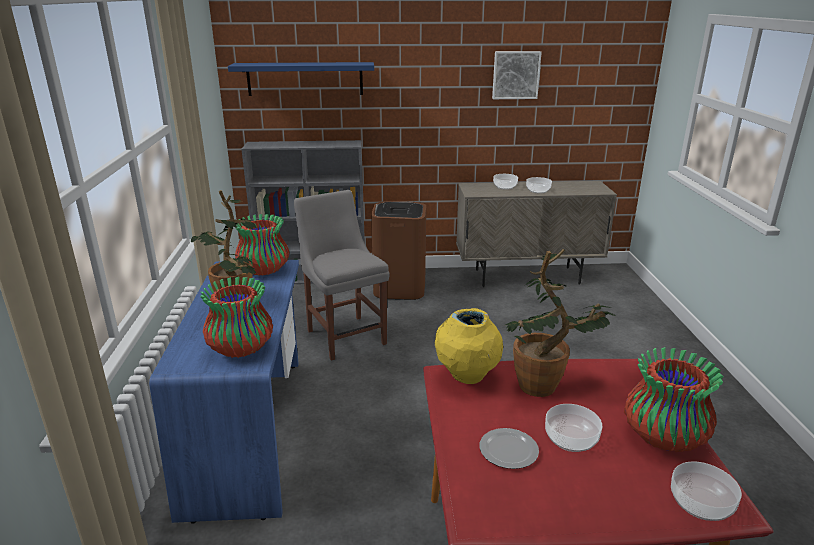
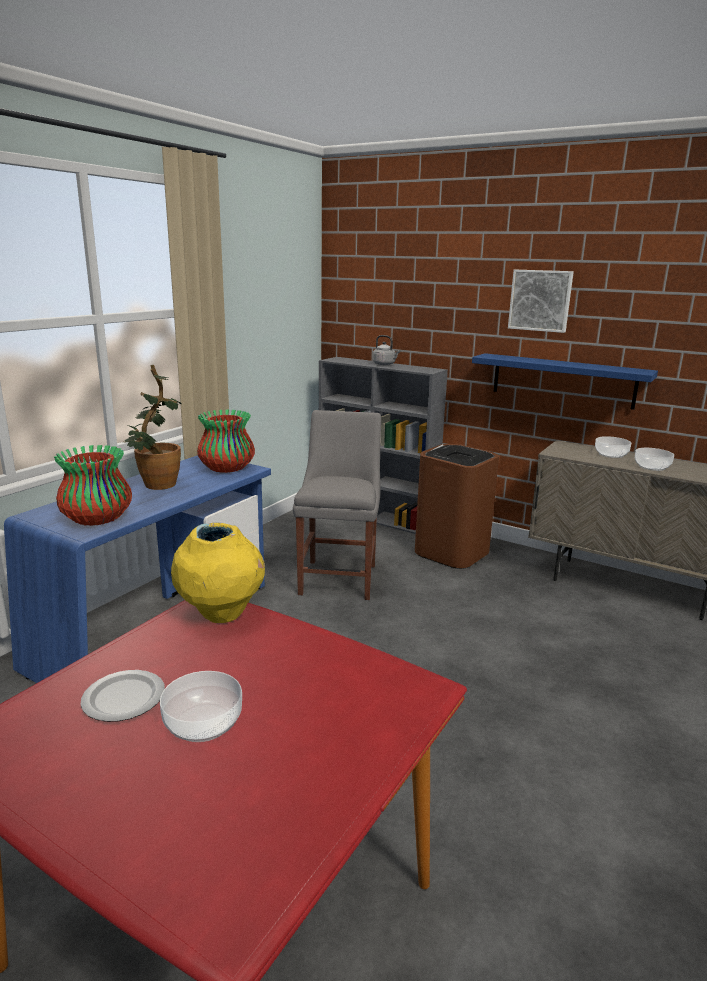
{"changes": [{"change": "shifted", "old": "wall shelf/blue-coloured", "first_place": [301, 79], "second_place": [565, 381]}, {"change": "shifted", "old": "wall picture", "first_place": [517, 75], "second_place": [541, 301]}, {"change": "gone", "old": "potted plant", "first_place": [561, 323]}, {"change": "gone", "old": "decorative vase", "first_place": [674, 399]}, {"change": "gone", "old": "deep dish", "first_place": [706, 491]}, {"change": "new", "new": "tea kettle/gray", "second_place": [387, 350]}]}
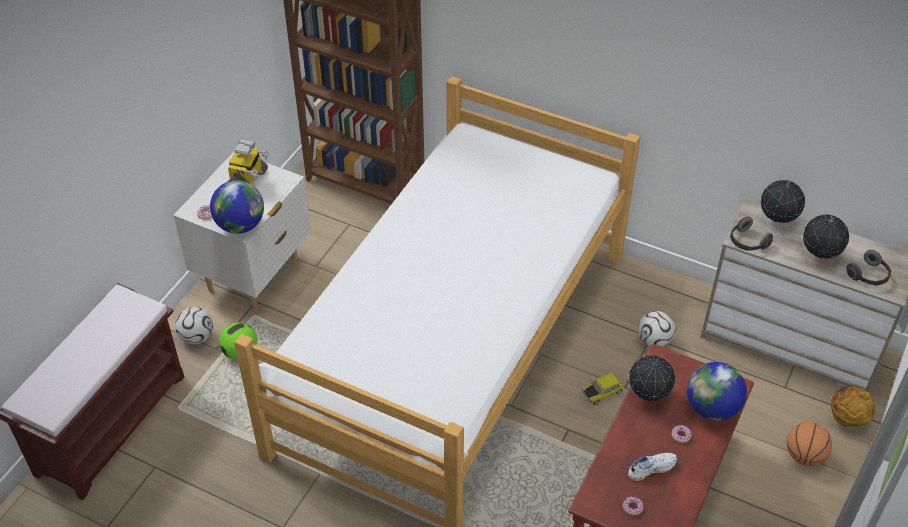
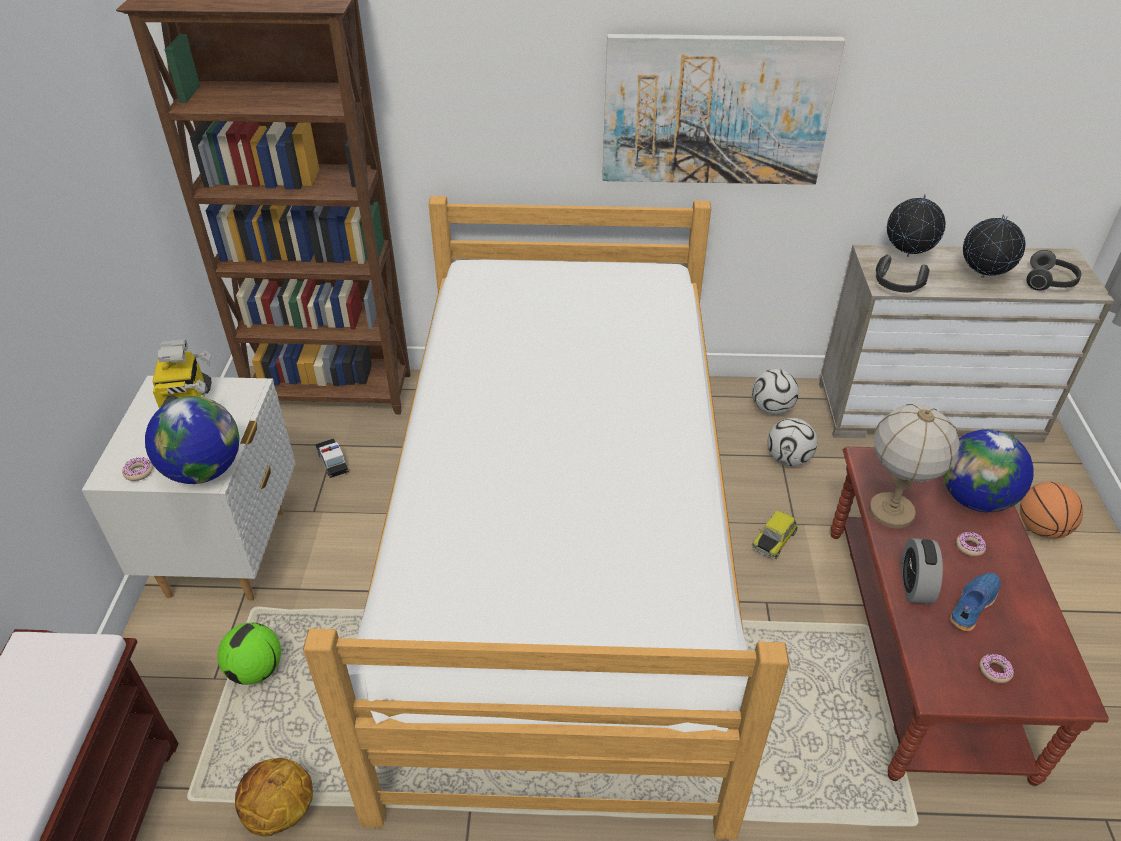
{"changes": [{"change": "shifted", "old": "football", "first_place": [194, 325], "second_place": [775, 392]}, {"change": "repainted", "old": "low shoe/whitish", "new": "low shoe/blue-coloured", "first_place": [652, 467], "second_place": [975, 602]}, {"change": "swapped", "old": "globe", "new": "tabletop lamp", "first_place": [652, 378], "second_place": [914, 466]}, {"change": "shifted", "old": "ball for basketball", "first_place": [853, 406], "second_place": [274, 797]}, {"change": "new", "new": "toy car", "second_place": [332, 458]}, {"change": "new", "new": "wall picture", "second_place": [723, 109]}, {"change": "new", "new": "alarm clock", "second_place": [922, 571]}]}
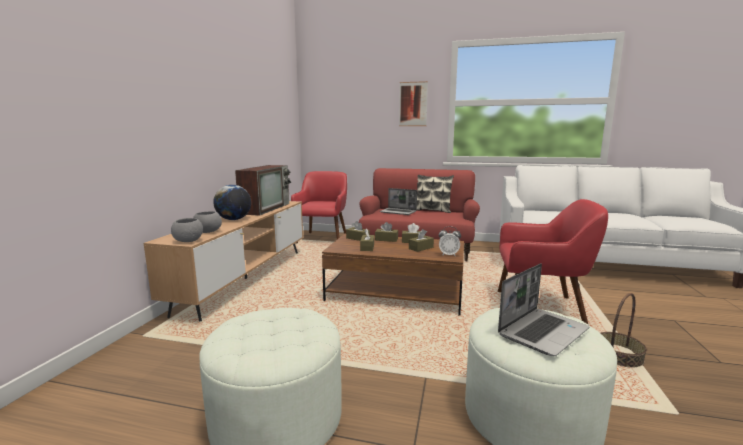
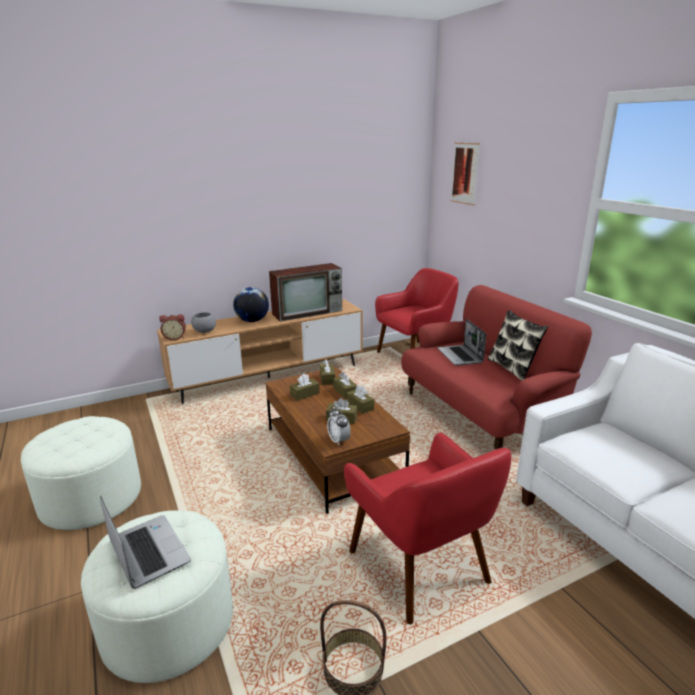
{"changes": [{"change": "swapped", "old": "deep dish/gray", "new": "alarm clock", "first_place": [187, 230], "second_place": [172, 327]}, {"change": "shifted", "old": "wall picture", "first_place": [413, 103], "second_place": [465, 174]}, {"change": "rotated", "old": "notebook computer", "first_place": [543, 309], "second_place": [145, 542], "degrees": -135}]}
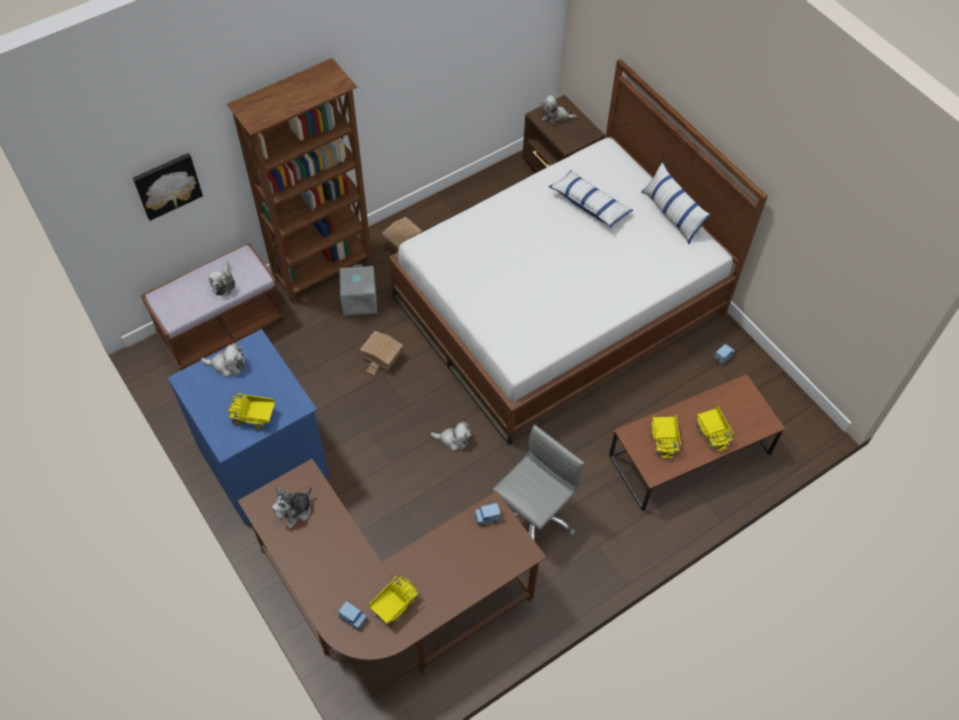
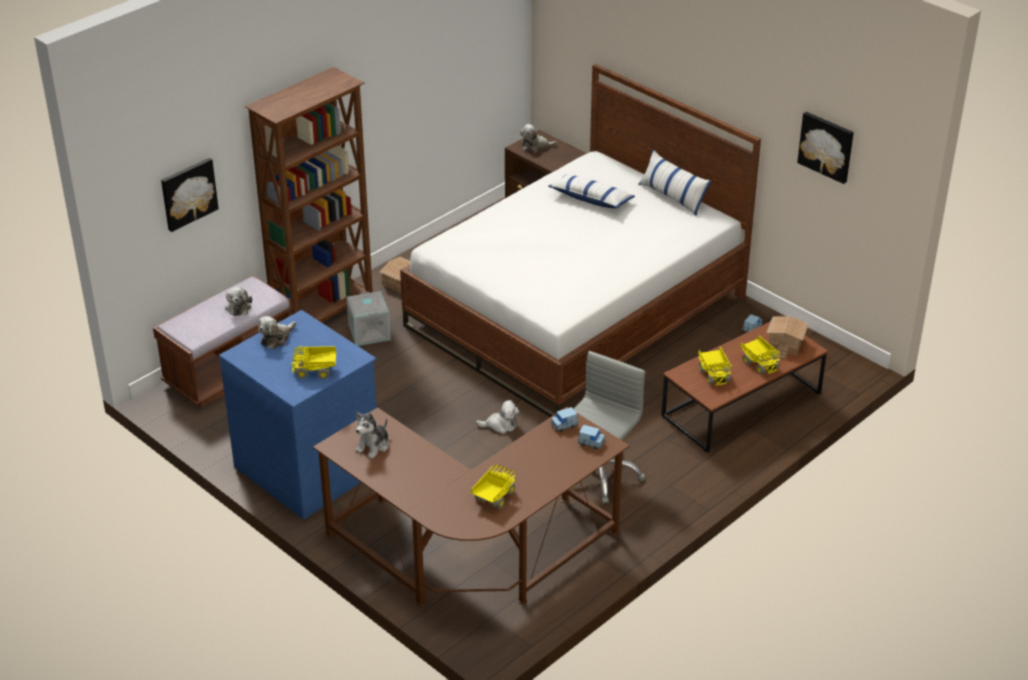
{"changes": [{"change": "rotated", "old": "soft toy", "first_place": [223, 360], "second_place": [277, 332], "degrees": 135}, {"change": "shifted", "old": "toy car/blue-coloured", "first_place": [353, 615], "second_place": [591, 437]}, {"change": "shifted", "old": "miniature house", "first_place": [381, 353], "second_place": [787, 337]}, {"change": "new", "new": "wall picture", "second_place": [825, 148]}]}
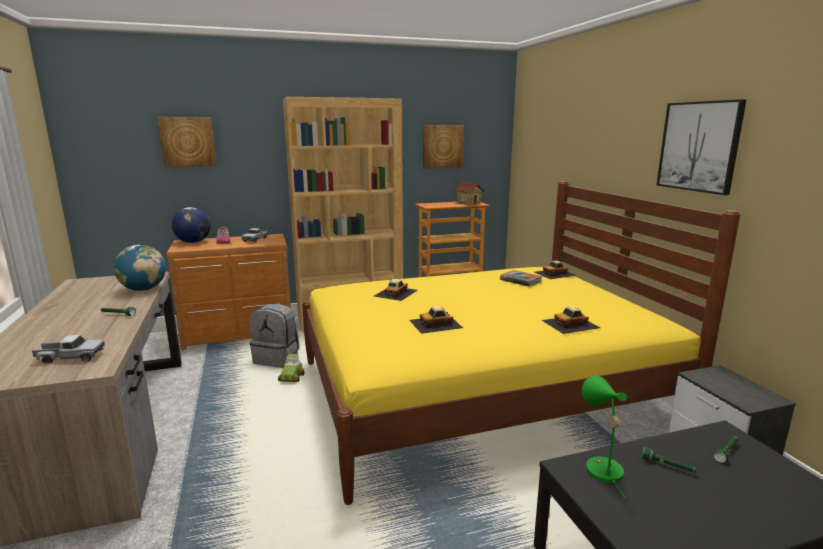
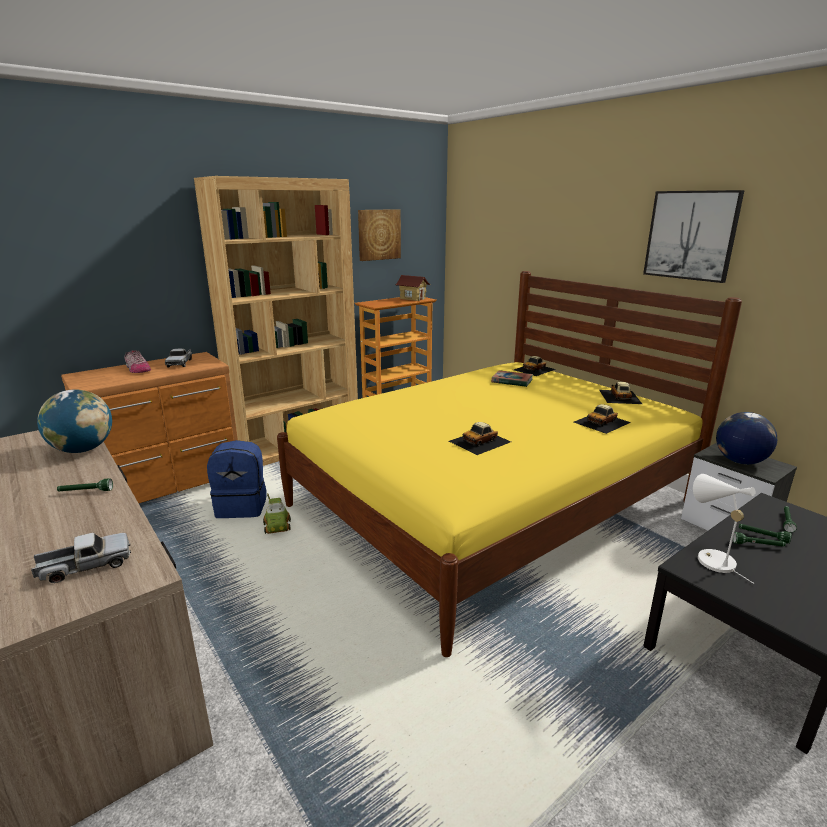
{"changes": [{"change": "gone", "old": "wall picture", "first_place": [187, 142]}, {"change": "shifted", "old": "globe", "first_place": [191, 225], "second_place": [746, 438]}, {"change": "repainted", "old": "knapsack/gray", "new": "knapsack/blue-coloured", "first_place": [274, 335], "second_place": [237, 479]}, {"change": "shifted", "old": "toy car", "first_place": [396, 290], "second_place": [620, 393]}, {"change": "repainted", "old": "tabletop lamp/green-coloured", "new": "tabletop lamp/whitish", "first_place": [604, 437], "second_place": [724, 529]}, {"change": "new", "new": "torch/green-coloured", "second_place": [765, 534]}]}
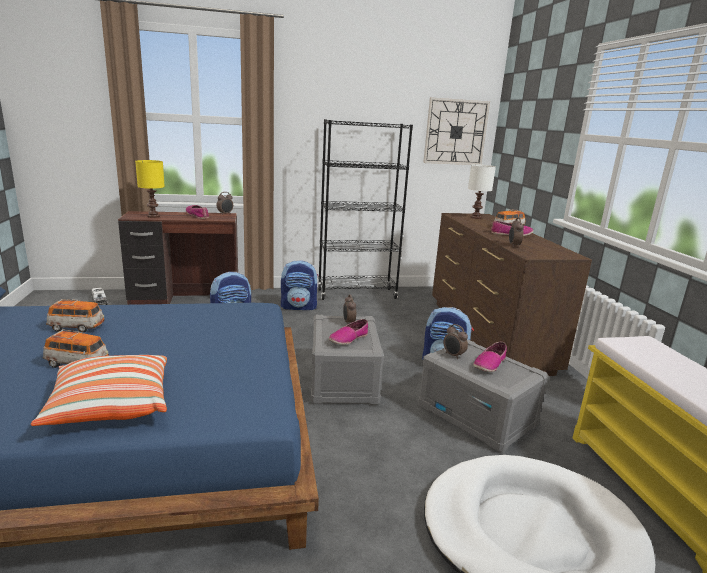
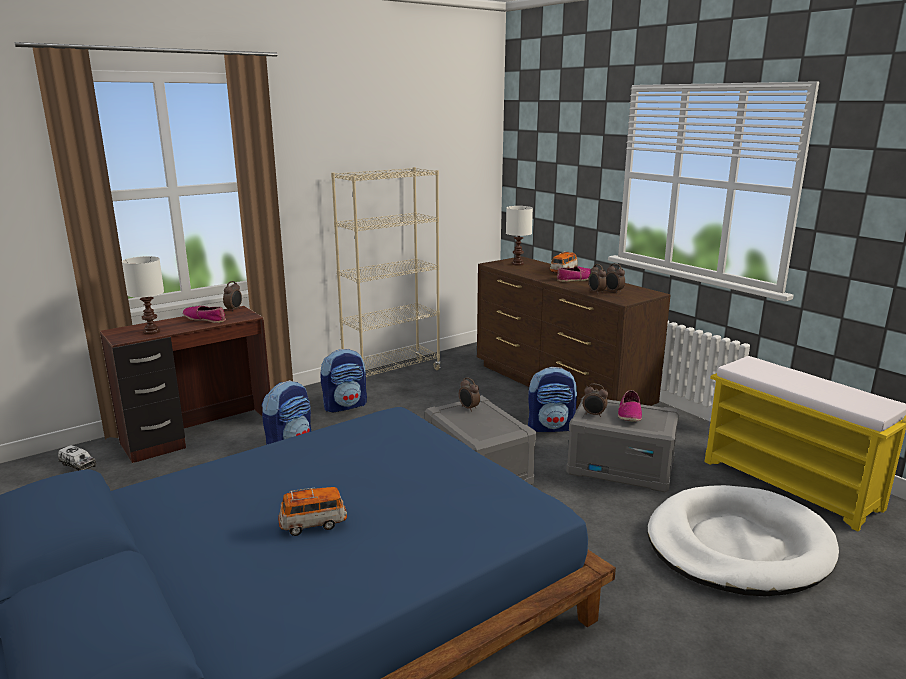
{"changes": [{"change": "gone", "old": "cushion", "first_place": [99, 390]}, {"change": "gone", "old": "toy car", "first_place": [75, 315]}, {"change": "repainted", "old": "tabletop lamp/yellowish", "new": "tabletop lamp/whitish", "first_place": [150, 189], "second_place": [143, 295]}, {"change": "repainted", "old": "bookcase/black-coloured", "new": "bookcase/beige", "first_place": [365, 209], "second_place": [386, 272]}, {"change": "gone", "old": "low shoe", "first_place": [348, 332]}, {"change": "gone", "old": "wall clock", "first_place": [456, 131]}, {"change": "new", "new": "alarm clock", "second_place": [615, 278]}]}
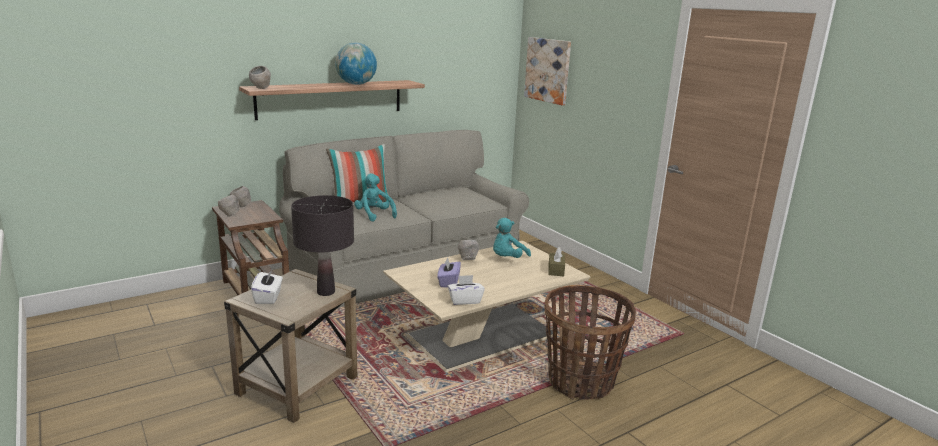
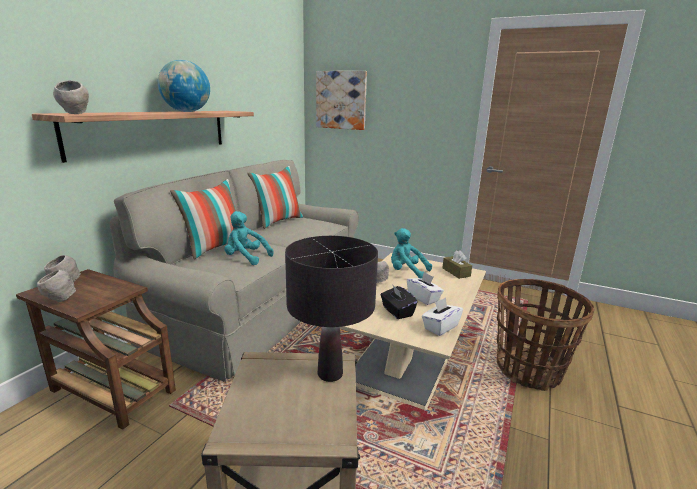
{"changes": [{"change": "shifted", "old": "tissue box/whitish", "first_place": [267, 287], "second_place": [425, 288]}, {"change": "repainted", "old": "tissue box/purple", "new": "tissue box/black-coloured", "first_place": [449, 272], "second_place": [399, 301]}, {"change": "rotated", "old": "soft toy/turquoise", "first_place": [512, 238], "second_place": [411, 253], "degrees": 105}, {"change": "new", "new": "cushion", "second_place": [275, 197]}]}
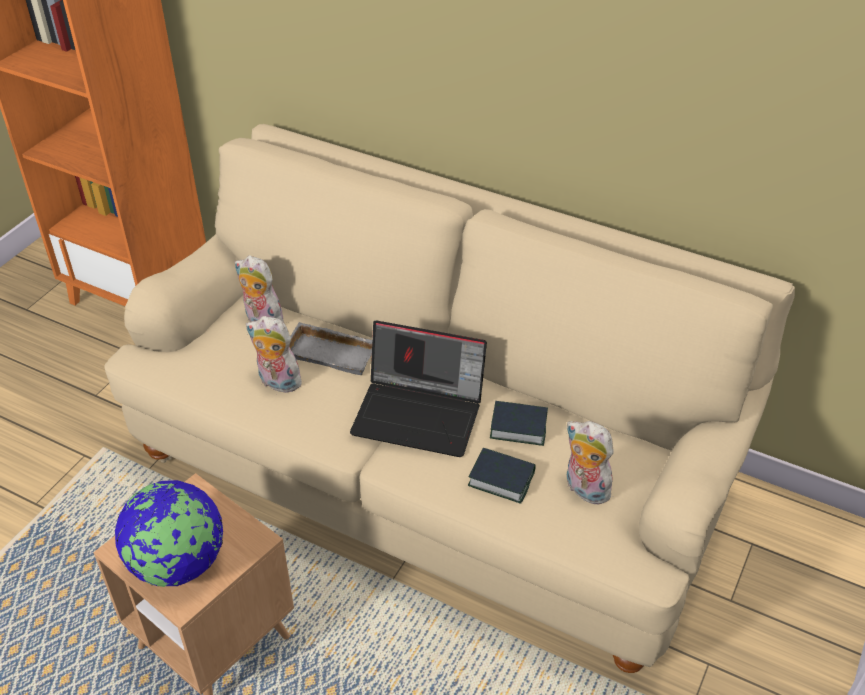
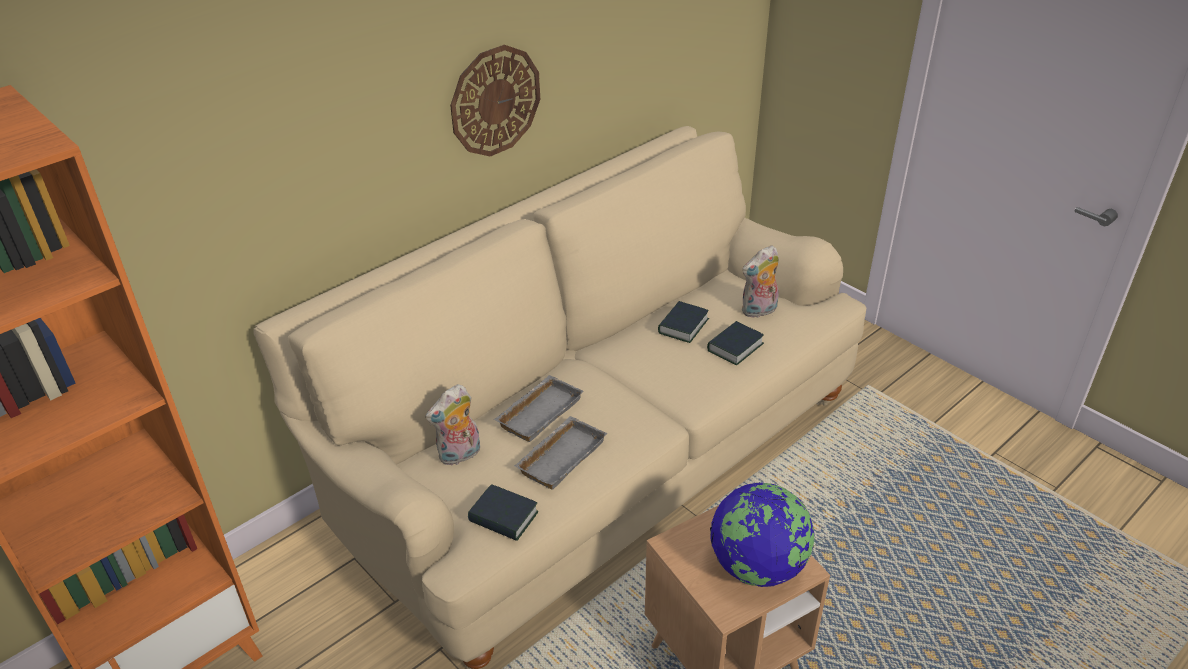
{"changes": [{"change": "swapped", "old": "soft toy", "new": "serving tray/gray", "first_place": [276, 354], "second_place": [560, 453]}, {"change": "gone", "old": "notebook computer", "first_place": [418, 389]}, {"change": "new", "new": "wall clock", "second_place": [495, 101]}, {"change": "new", "new": "volume", "second_place": [503, 512]}]}
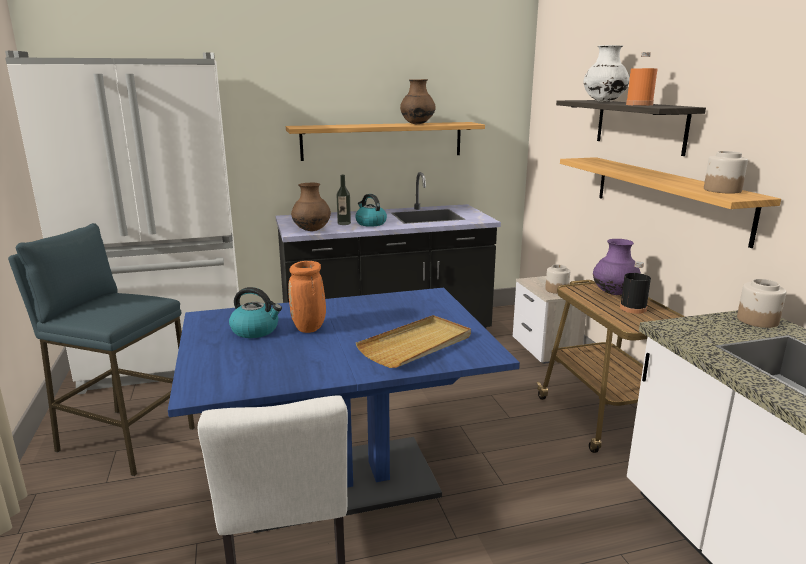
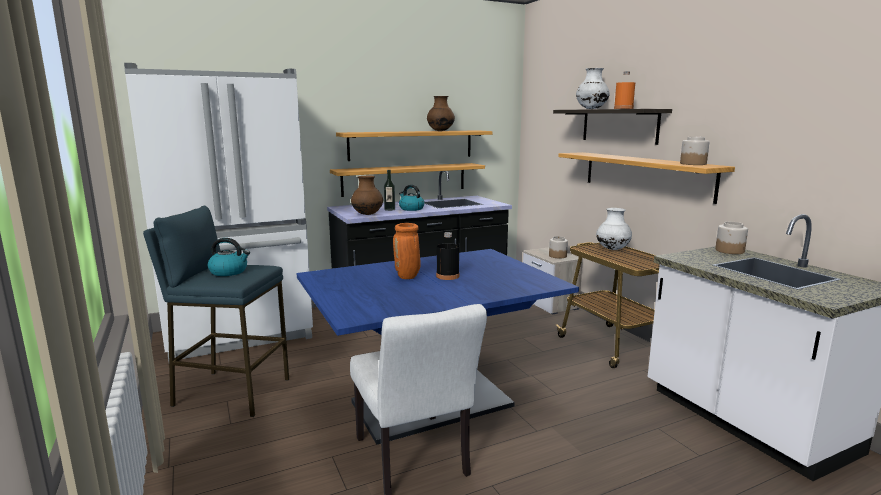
{"changes": [{"change": "shifted", "old": "tea kettle", "first_place": [255, 312], "second_place": [229, 257]}, {"change": "gone", "old": "serving tray/beige", "first_place": [413, 341]}, {"change": "repainted", "old": "decorative vase/purple", "new": "decorative vase/whitish", "first_place": [617, 267], "second_place": [614, 229]}, {"change": "shifted", "old": "bottle/black-coloured", "first_place": [635, 287], "second_place": [447, 256]}, {"change": "new", "new": "wall shelf", "second_place": [407, 180]}]}
